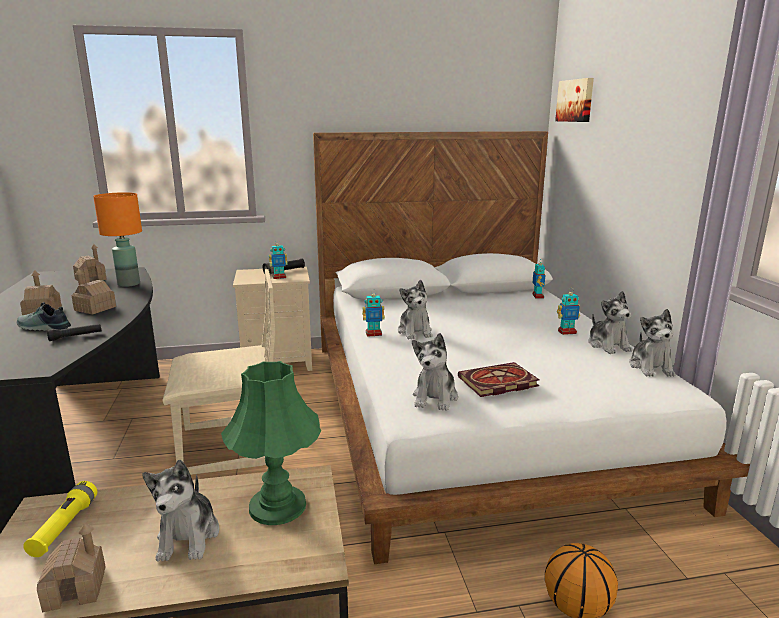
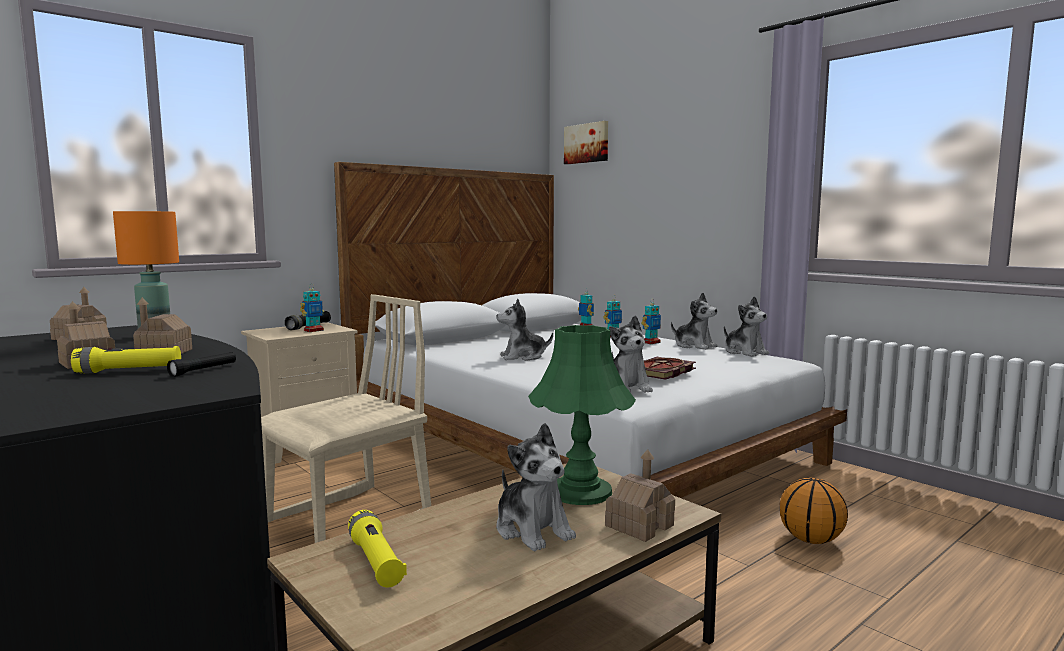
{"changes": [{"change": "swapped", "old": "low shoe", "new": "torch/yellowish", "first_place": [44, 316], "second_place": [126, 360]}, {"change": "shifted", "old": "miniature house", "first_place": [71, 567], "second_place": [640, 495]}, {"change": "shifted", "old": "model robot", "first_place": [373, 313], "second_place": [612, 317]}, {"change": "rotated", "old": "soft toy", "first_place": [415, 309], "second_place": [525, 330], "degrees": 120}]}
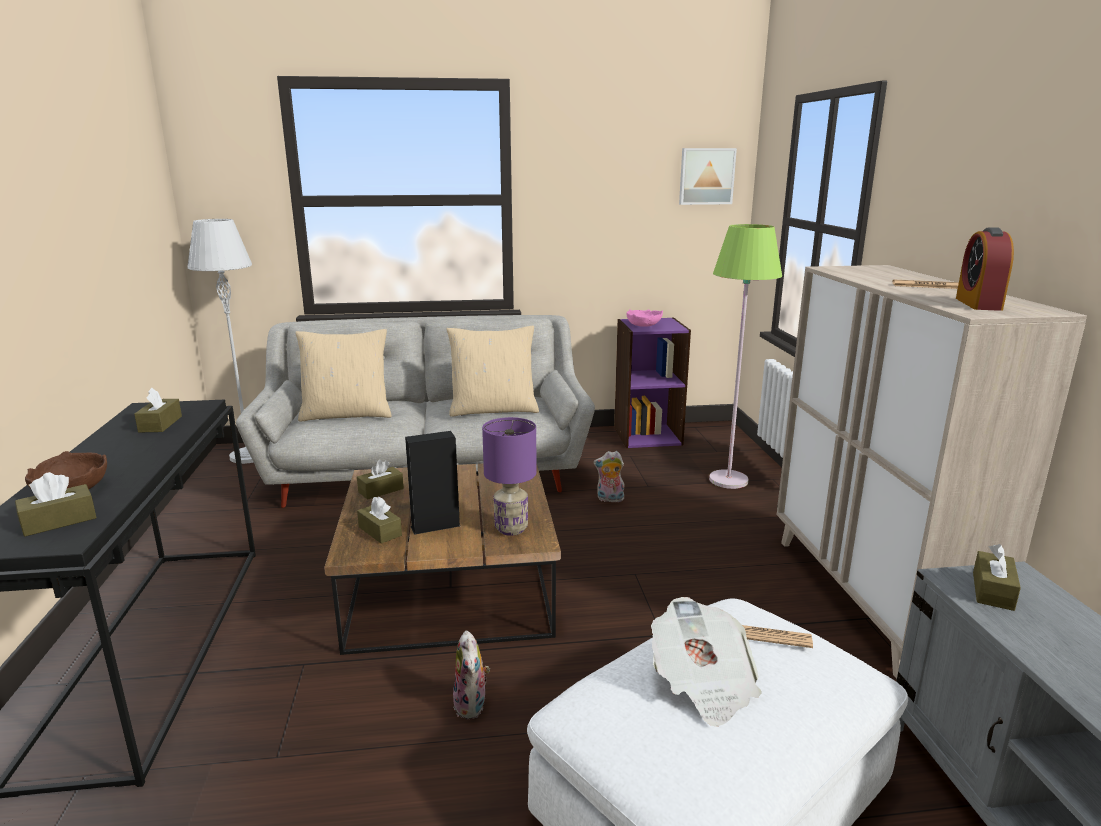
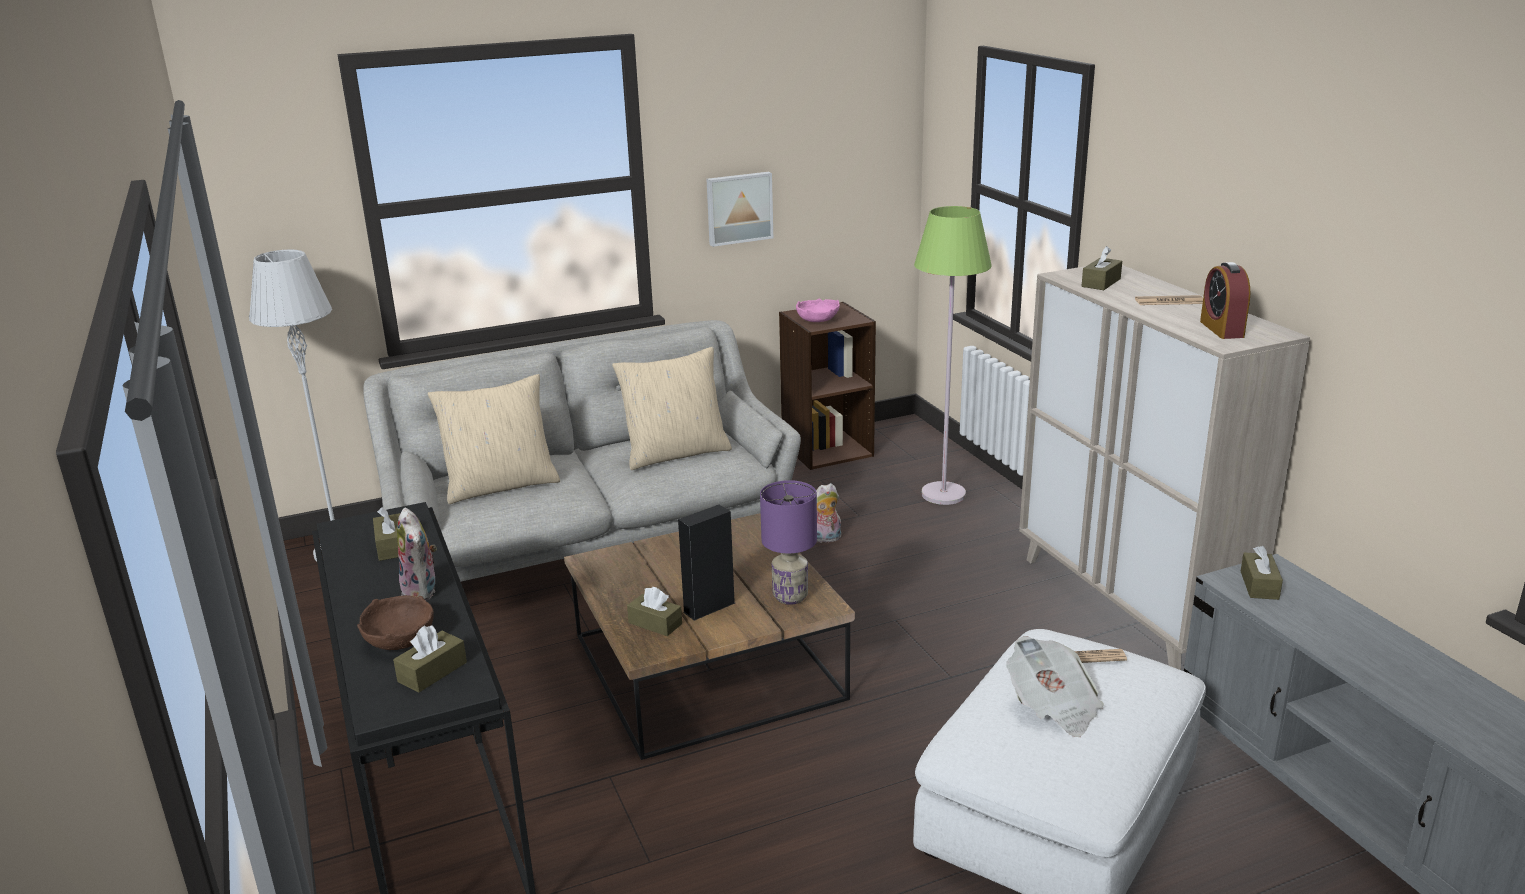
{"changes": [{"change": "shifted", "old": "tissue box/brownish", "first_place": [380, 480], "second_place": [1102, 268]}, {"change": "shifted", "old": "soft toy", "first_place": [471, 675], "second_place": [417, 554]}, {"change": "repainted", "old": "bookcase/purple", "new": "bookcase/brownish", "first_place": [652, 382], "second_place": [827, 386]}, {"change": "shifted", "old": "wall picture", "first_place": [708, 176], "second_place": [739, 209]}]}
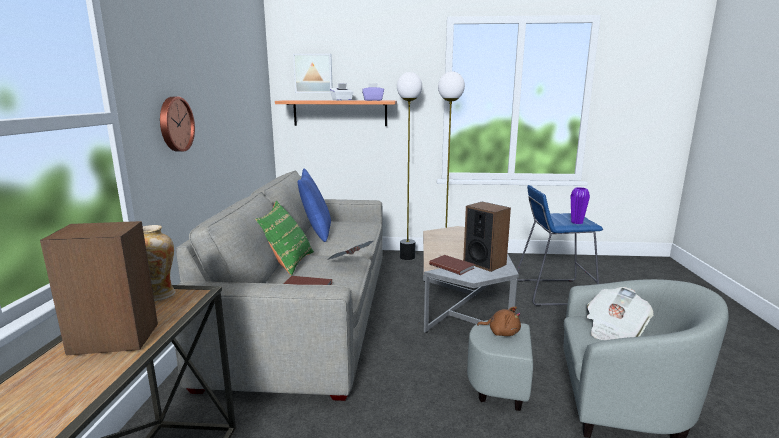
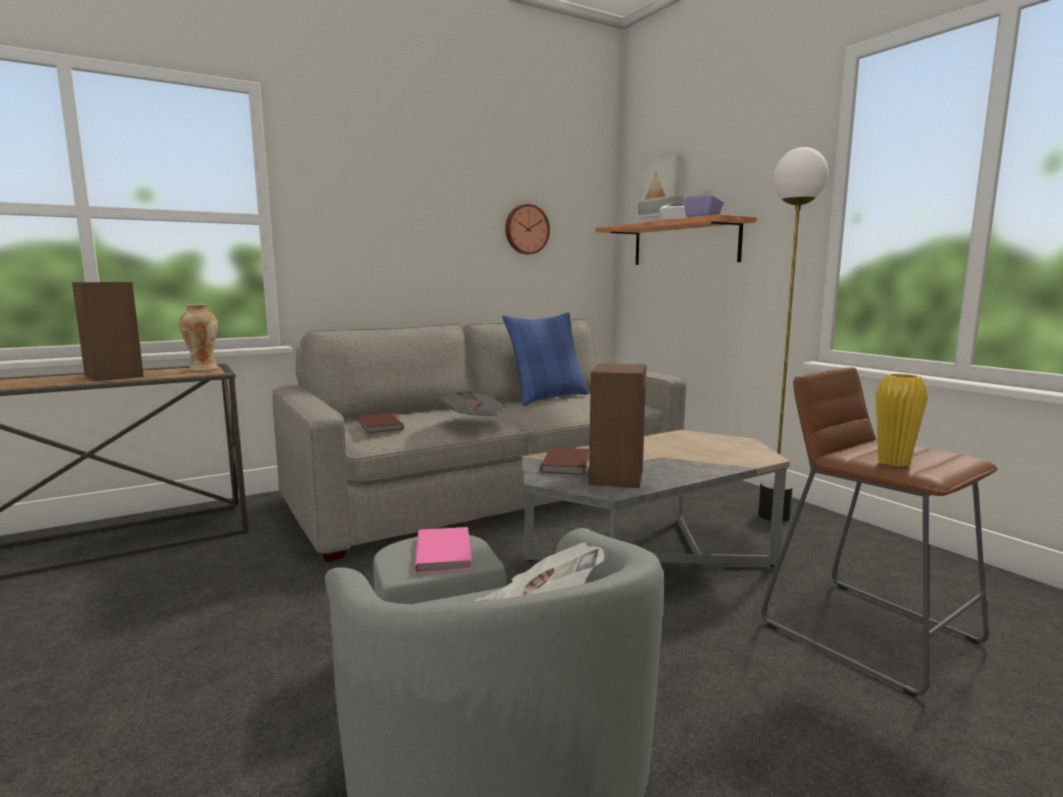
{"changes": [{"change": "shifted", "old": "wall clock", "first_place": [177, 124], "second_place": [527, 229]}, {"change": "gone", "old": "cushion/green-coloured", "first_place": [284, 238]}, {"change": "gone", "old": "standing lamp", "first_place": [409, 166]}, {"change": "swapped", "old": "soft toy/brownish", "new": "volume/pinkish", "first_place": [499, 321], "second_place": [443, 550]}, {"change": "repainted", "old": "sitting stool/blue-coloured", "new": "sitting stool/brownish", "first_place": [560, 246], "second_place": [879, 532]}, {"change": "repainted", "old": "decorative vase/purple", "new": "decorative vase/yellowish", "first_place": [580, 205], "second_place": [901, 420]}]}
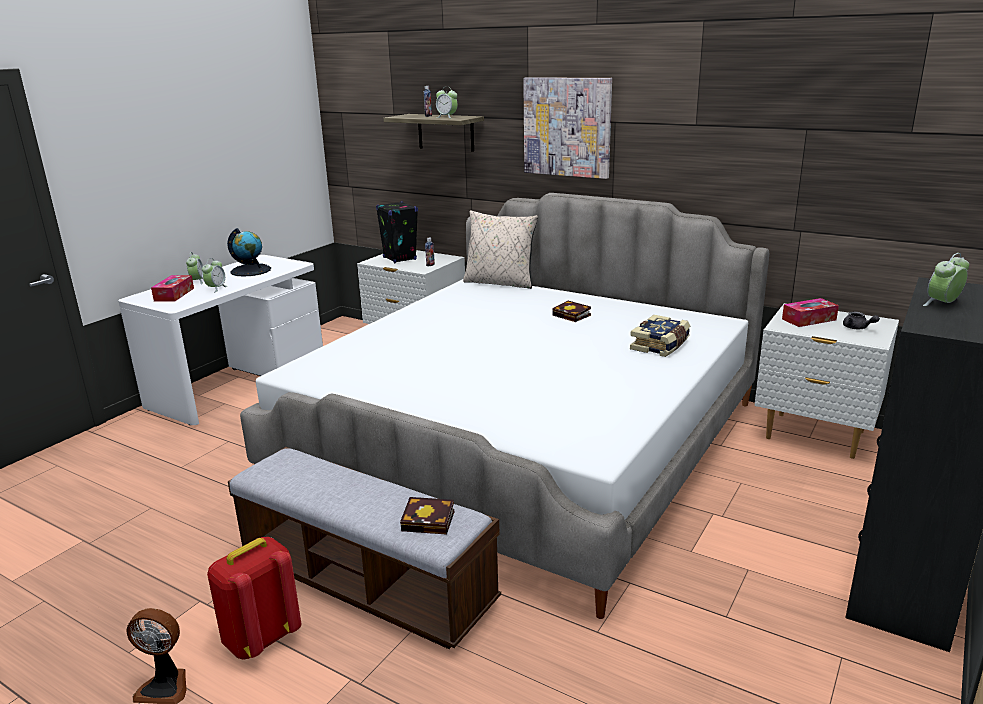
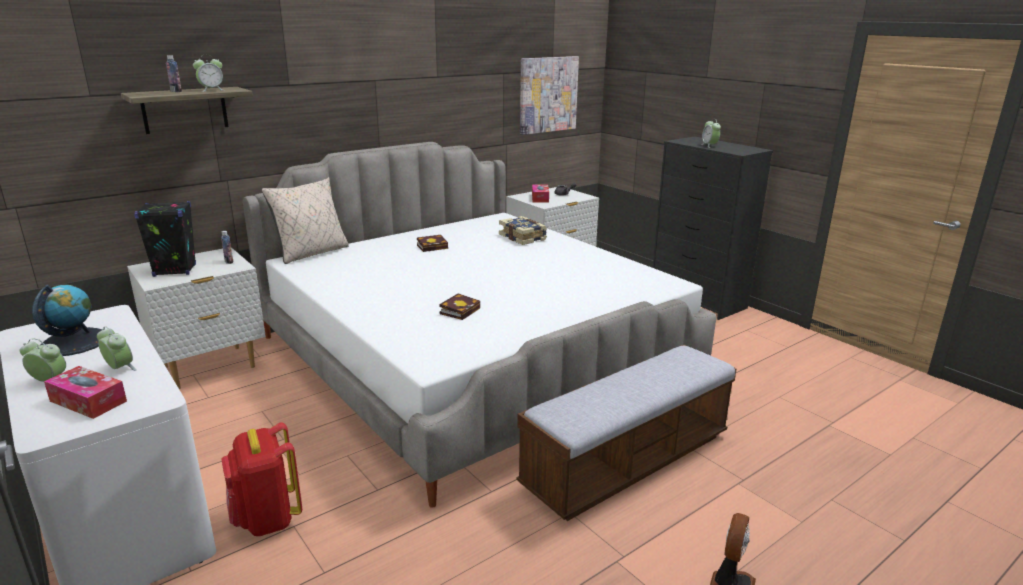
{"changes": [{"change": "shifted", "old": "knapsack/reddish", "first_place": [254, 598], "second_place": [261, 479]}, {"change": "shifted", "old": "volume", "first_place": [427, 516], "second_place": [460, 306]}, {"change": "shifted", "old": "wall picture", "first_place": [567, 128], "second_place": [549, 95]}]}
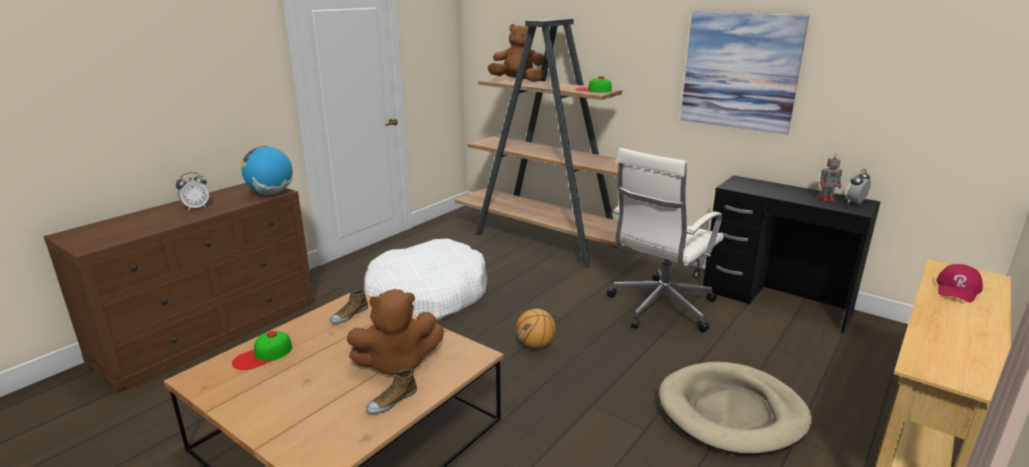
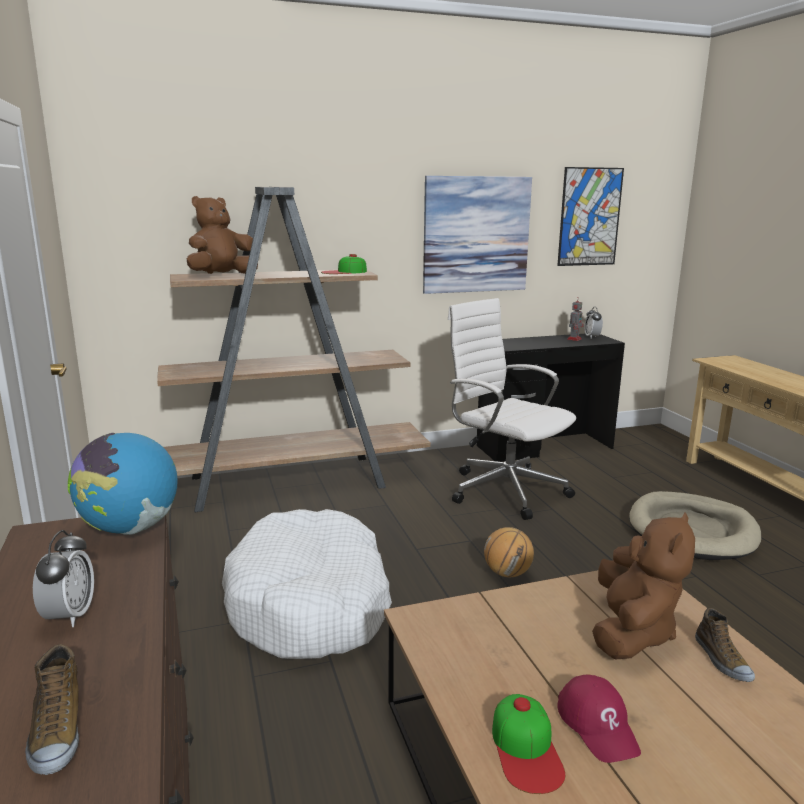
{"changes": [{"change": "shifted", "old": "low shoe", "first_place": [349, 306], "second_place": [52, 709]}, {"change": "rotated", "old": "office chair/whitish", "first_place": [665, 240], "second_place": [512, 409], "degrees": 150}, {"change": "shifted", "old": "cap/reddish", "first_place": [959, 283], "second_place": [599, 719]}, {"change": "new", "new": "wall picture", "second_place": [590, 216]}]}
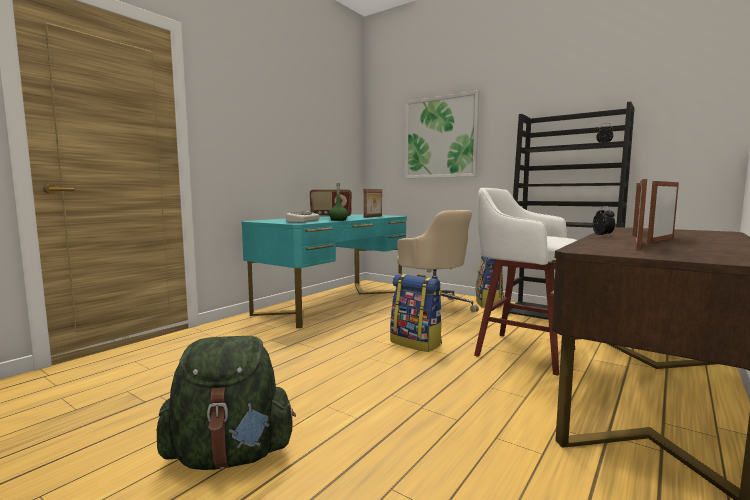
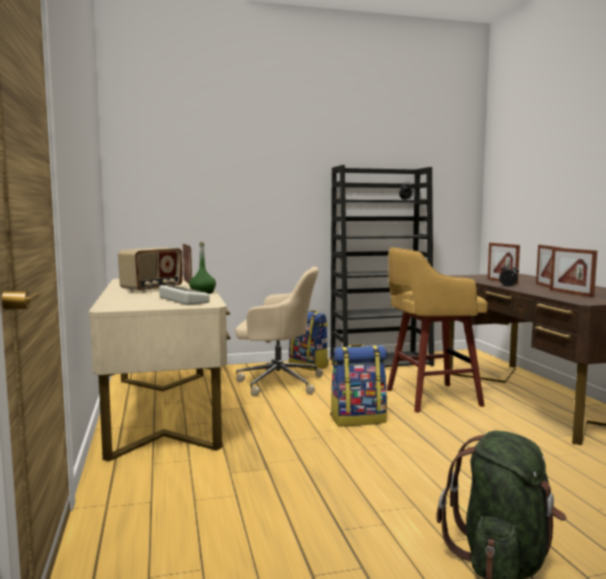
{"changes": [{"change": "repainted", "old": "desk/turquoise", "new": "desk/beige", "first_place": [324, 271], "second_place": [160, 369]}, {"change": "gone", "old": "wall picture", "first_place": [442, 134]}, {"change": "repainted", "old": "sitting stool/whitish", "new": "sitting stool/yellowish", "first_place": [525, 282], "second_place": [437, 330]}]}
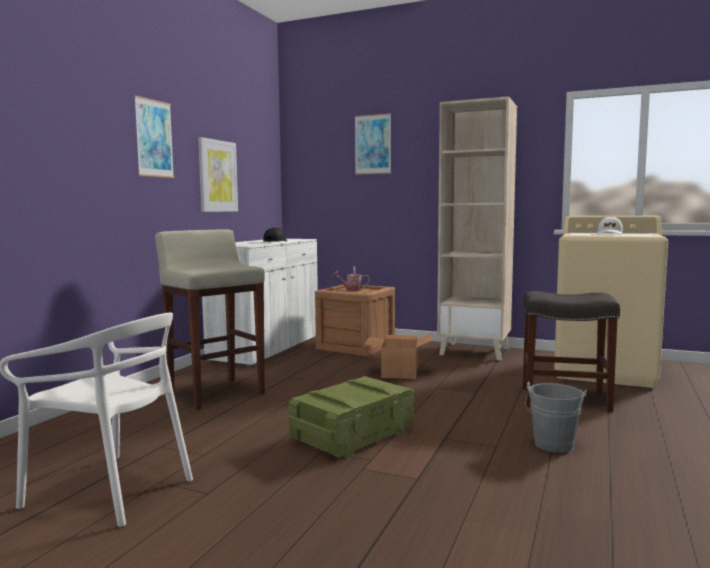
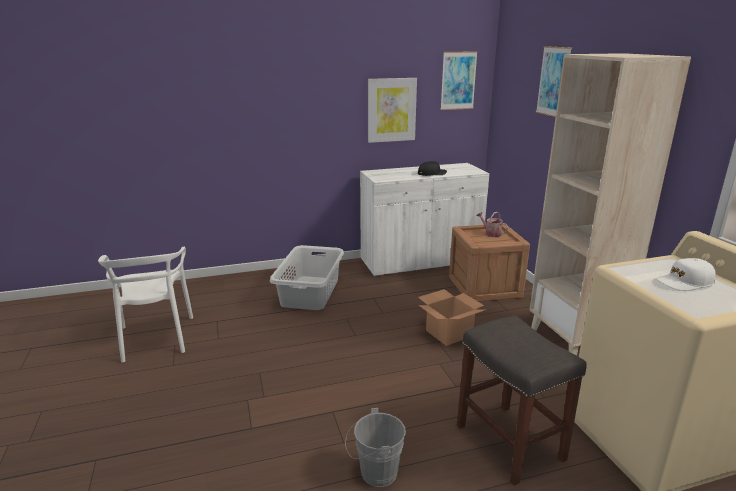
{"changes": [{"change": "shifted", "old": "wall picture", "first_place": [154, 136], "second_place": [459, 80]}, {"change": "swapped", "old": "sitting stool/beige", "new": "washing basket/gray", "first_place": [210, 319], "second_place": [307, 277]}, {"change": "gone", "old": "shipping crate", "first_place": [351, 417]}]}
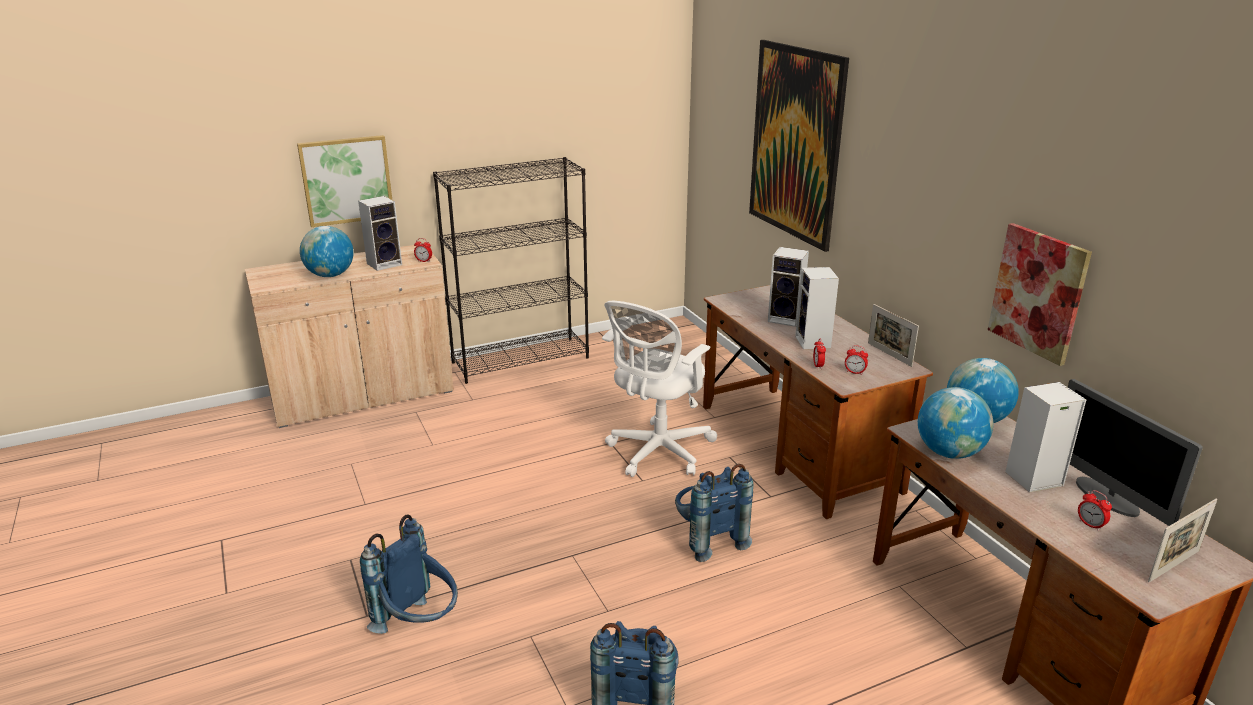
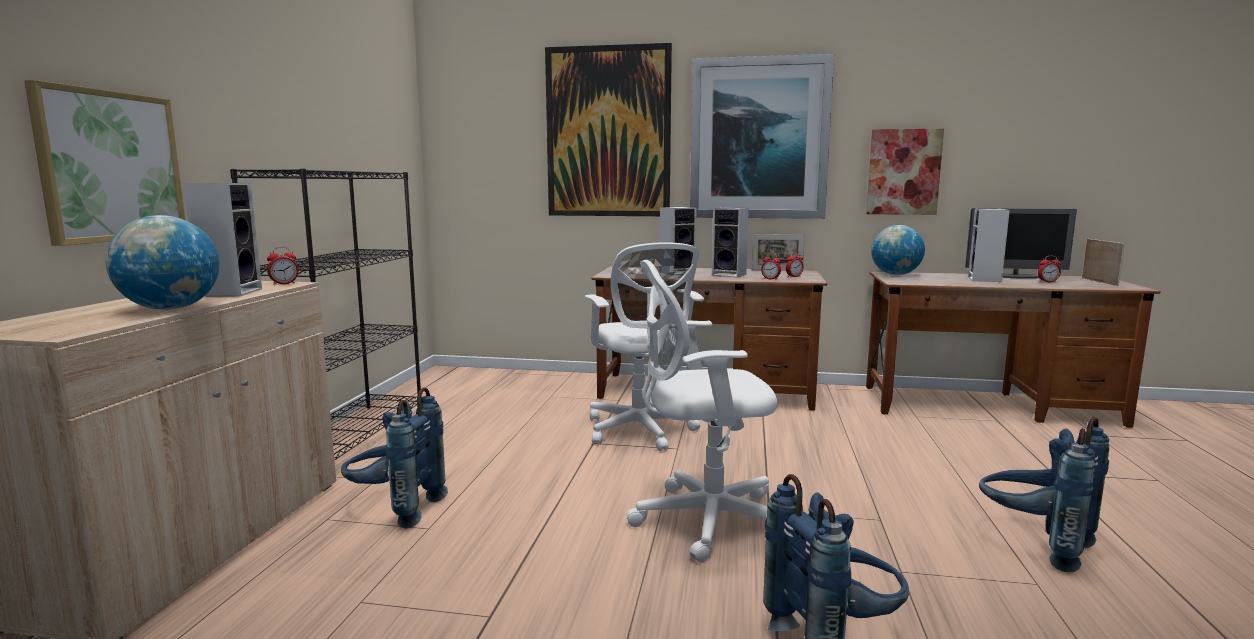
{"changes": [{"change": "shifted", "old": "knapsack/blue-coloured", "first_place": [714, 513], "second_place": [394, 458]}, {"change": "gone", "old": "globe", "first_place": [955, 423]}, {"change": "new", "new": "office chair/whitish", "second_place": [701, 411]}, {"change": "new", "new": "wall picture", "second_place": [762, 136]}]}
